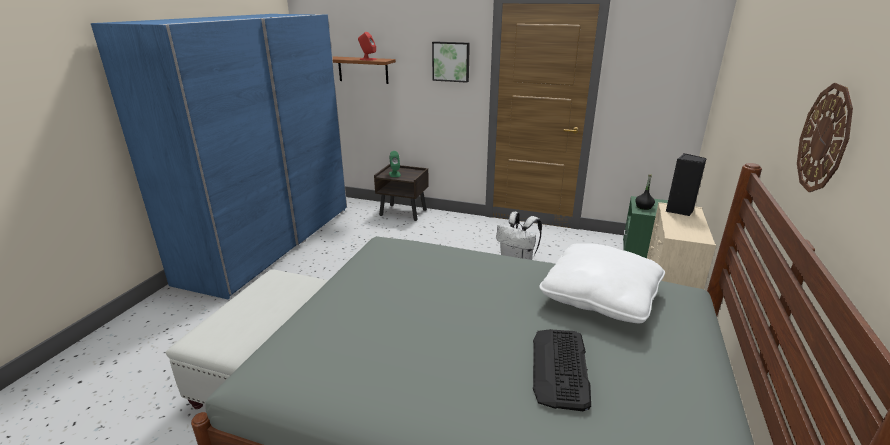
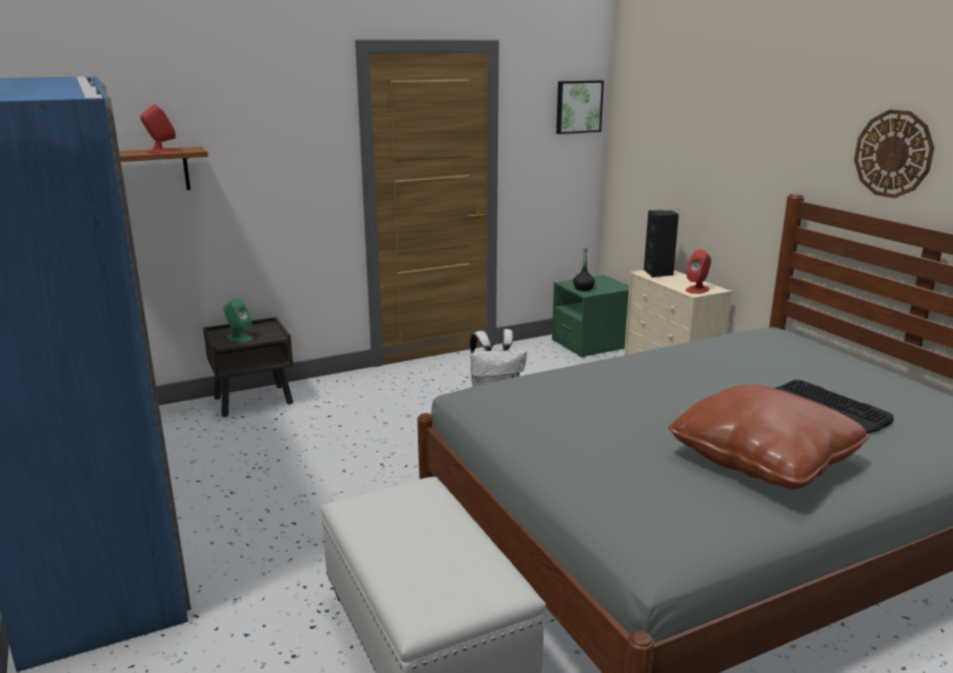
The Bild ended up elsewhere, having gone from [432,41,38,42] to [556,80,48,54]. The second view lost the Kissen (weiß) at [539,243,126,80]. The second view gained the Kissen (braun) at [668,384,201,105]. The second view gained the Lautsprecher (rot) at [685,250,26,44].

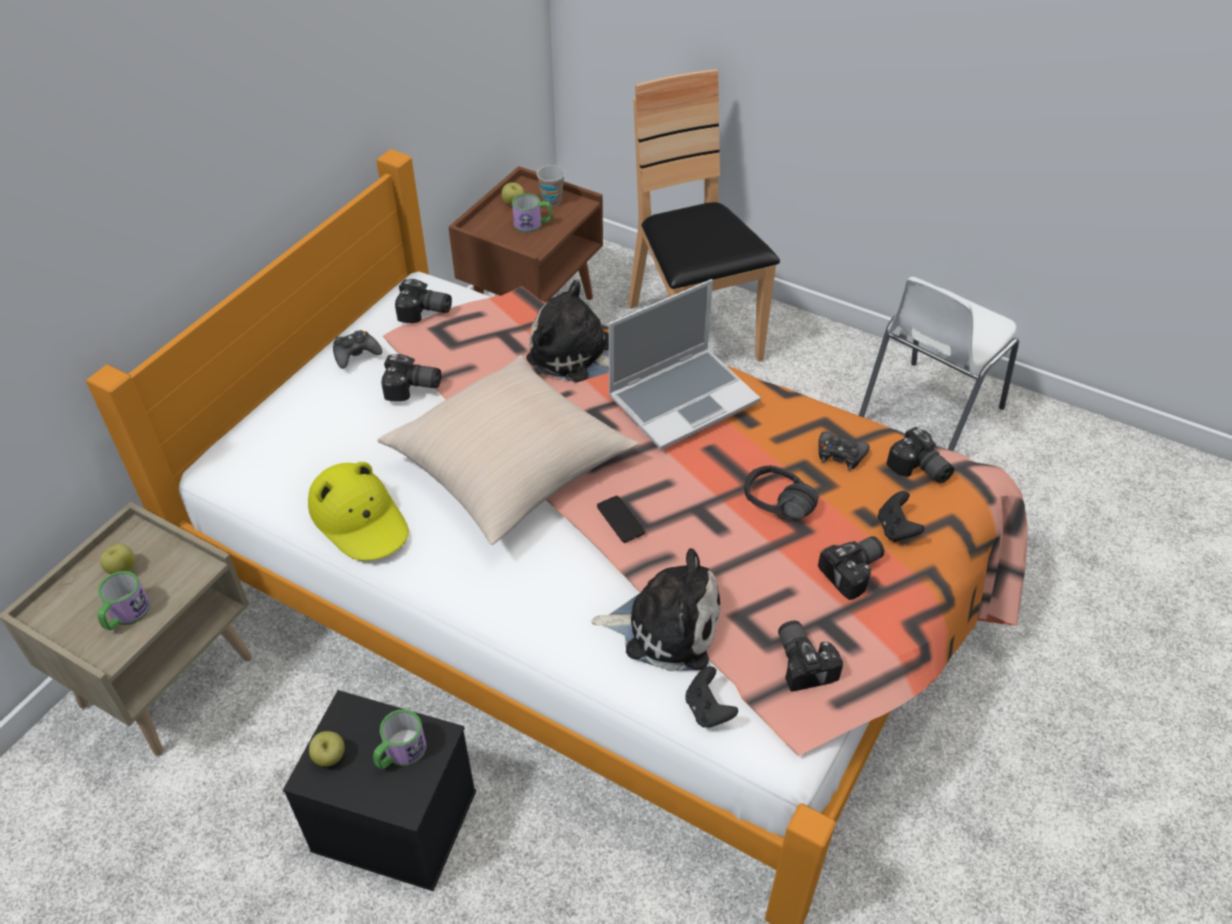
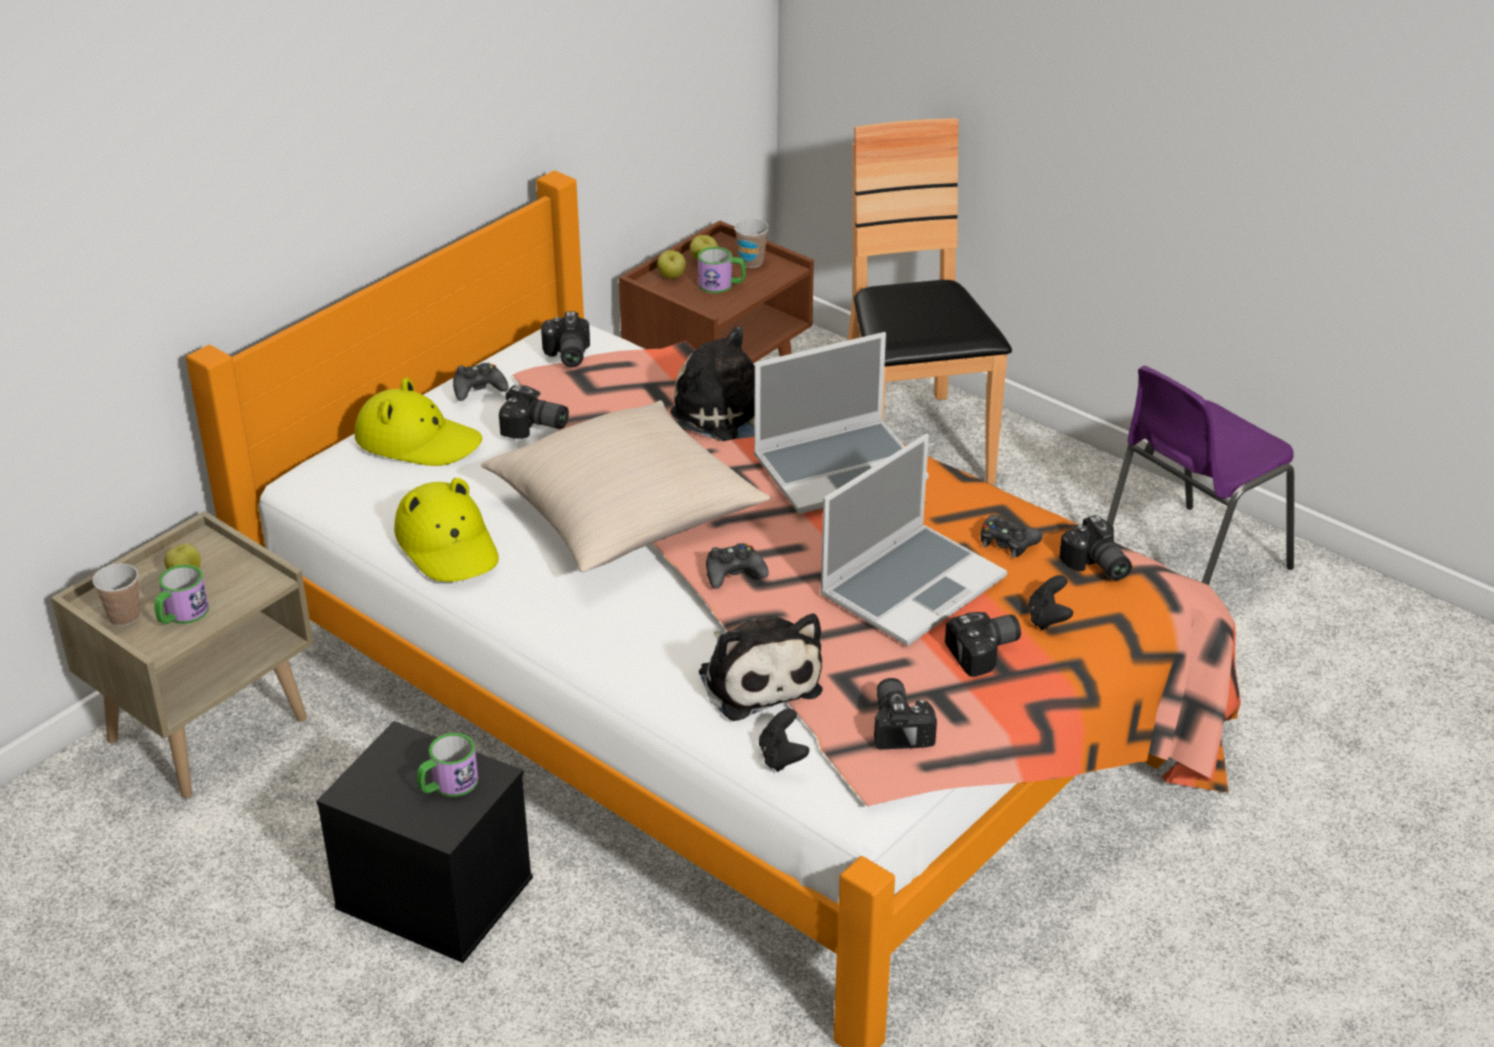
The Apfel ended up elsewhere, having gone from [309,731,36,36] to [657,250,29,29]. The Kamera at [395,279,57,44] ended up facing another way, 60 degrees clockwise from before. The Plüschtier at [591,548,130,123] ended up facing another way, 45 degrees clockwise from before. Where the Handy stood at [597,496,48,47], the Gamepad (schwarz) came to stand at [706,543,63,46]. Where the Kopfhörer (schwarz) stood at [744,465,75,54], the Laptop came to stand at [820,434,187,212]. What was the Stuhl (weiß) at [859,277,160,174] turned into the Stuhl (lila) at [1107,366,187,219]. The second view gained the Tasse at [93,563,47,63]. The second view gained the Hut (gelb) at [355,377,127,89].

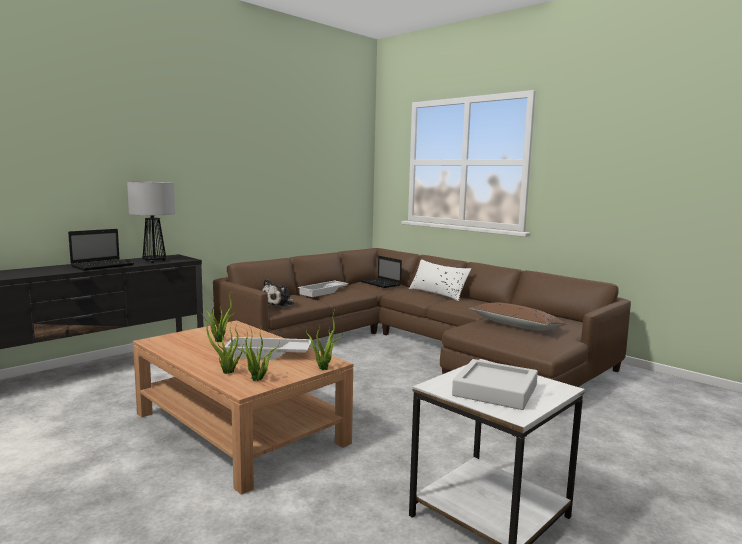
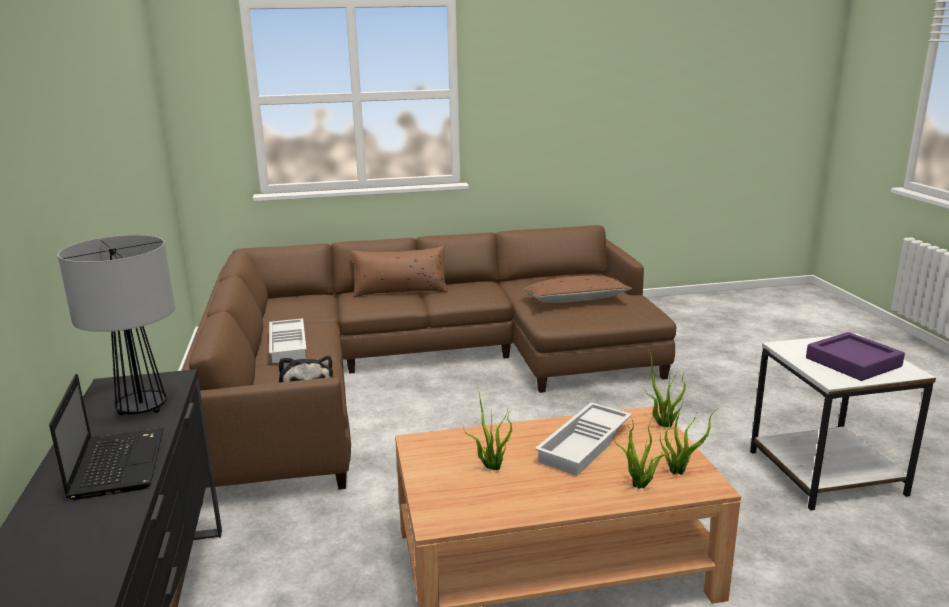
The second view lost the Laptop at [360,256,42,32]. What was the Kissen (weiß) at [409,259,62,42] turned into the Kissen (braun) at [351,246,97,51]. What was the Tablett (grau) at [452,359,86,51] turned into the Tablett (lila) at [806,332,99,49].

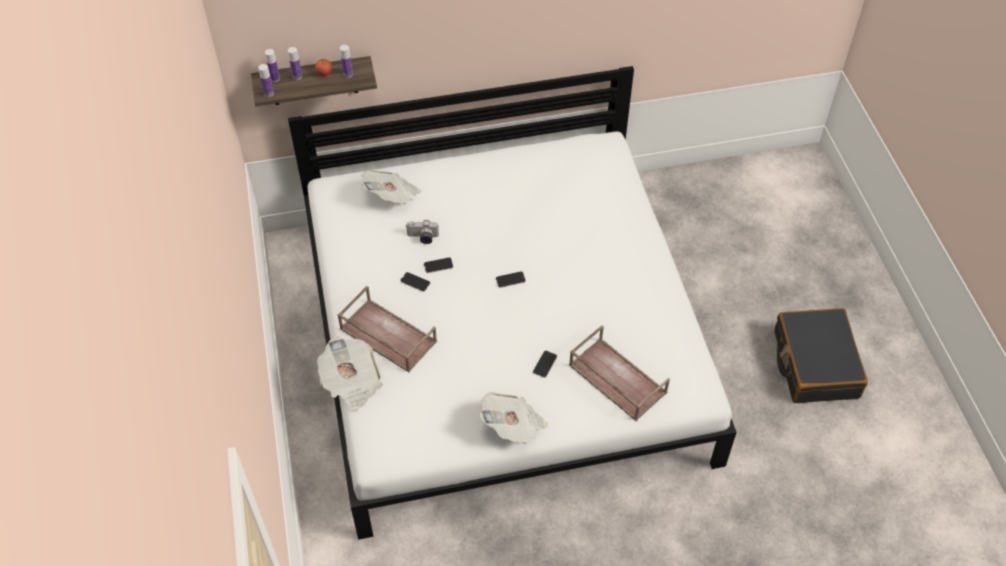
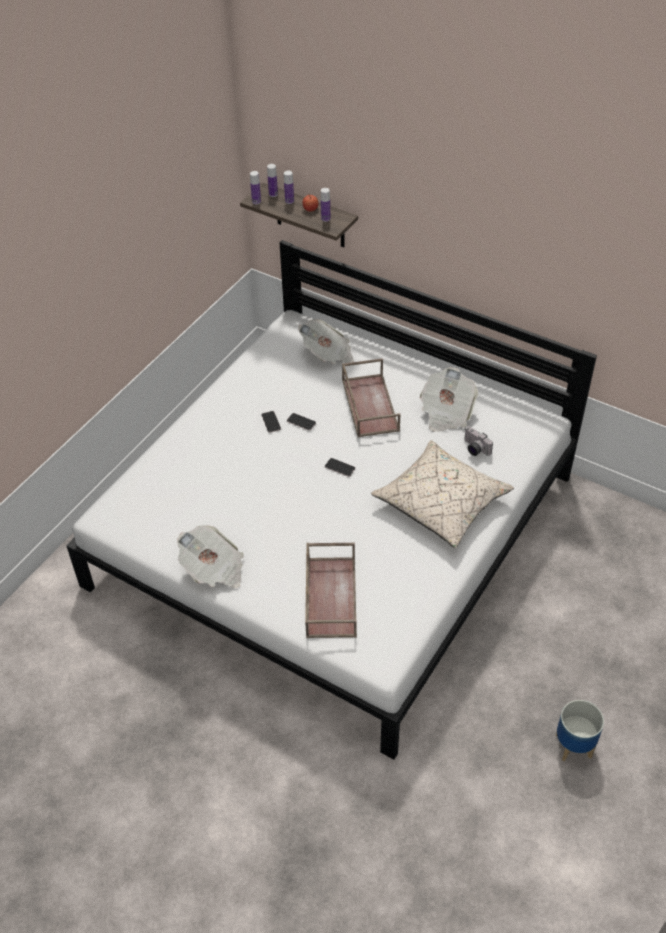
The Zeitung ended up elsewhere, having gone from [317,337,66,74] to [420,367,58,65]. The Tablett (braun) ended up elsewhere, having gone from [338,286,99,86] to [342,358,58,80]. The Kamera ended up elsewhere, having gone from [406,220,33,24] to [464,426,29,30]. The second view lost the Handy at [533,350,24,28]. Where the Koffer (schwarz) stood at [774,308,94,95], the Pflanzkübel came to stand at [556,700,48,61]. The second view gained the Kissen (beige) at [371,440,143,108].

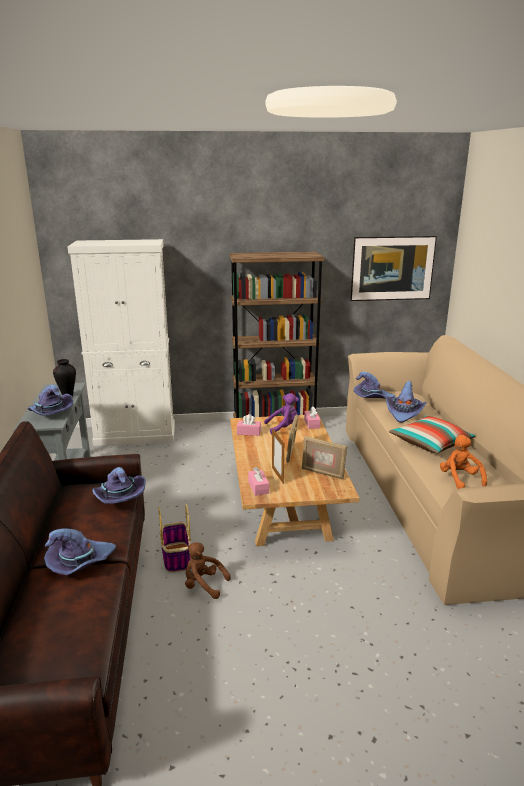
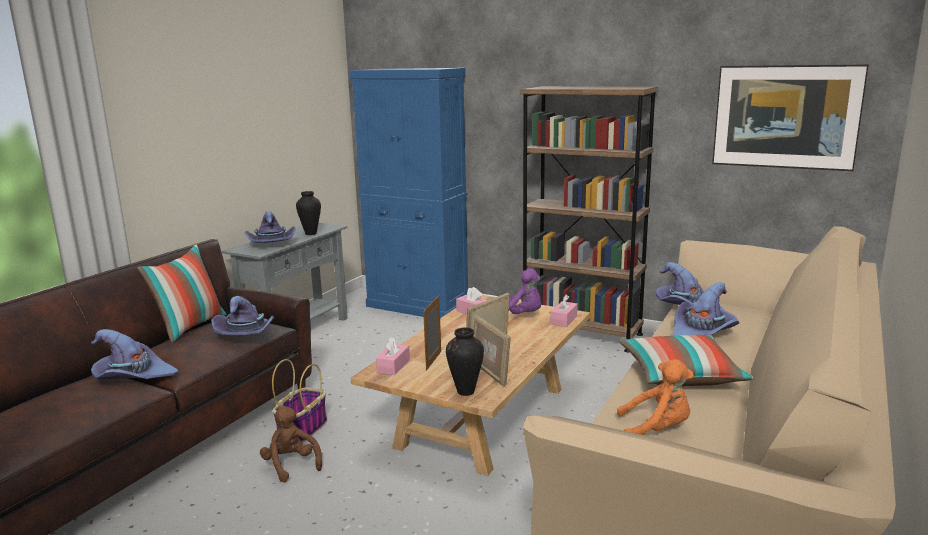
What was the Schrank (weiß) at [67,239,108,207] turned into the Schrank (blau) at [350,68,118,250]. The Plüschtier (orange) at [440,435,47,54] ended up facing another way, 75 degrees clockwise from before. The second view gained the Kissen at [137,245,89,98]. The second view gained the Vase at [446,328,38,68].

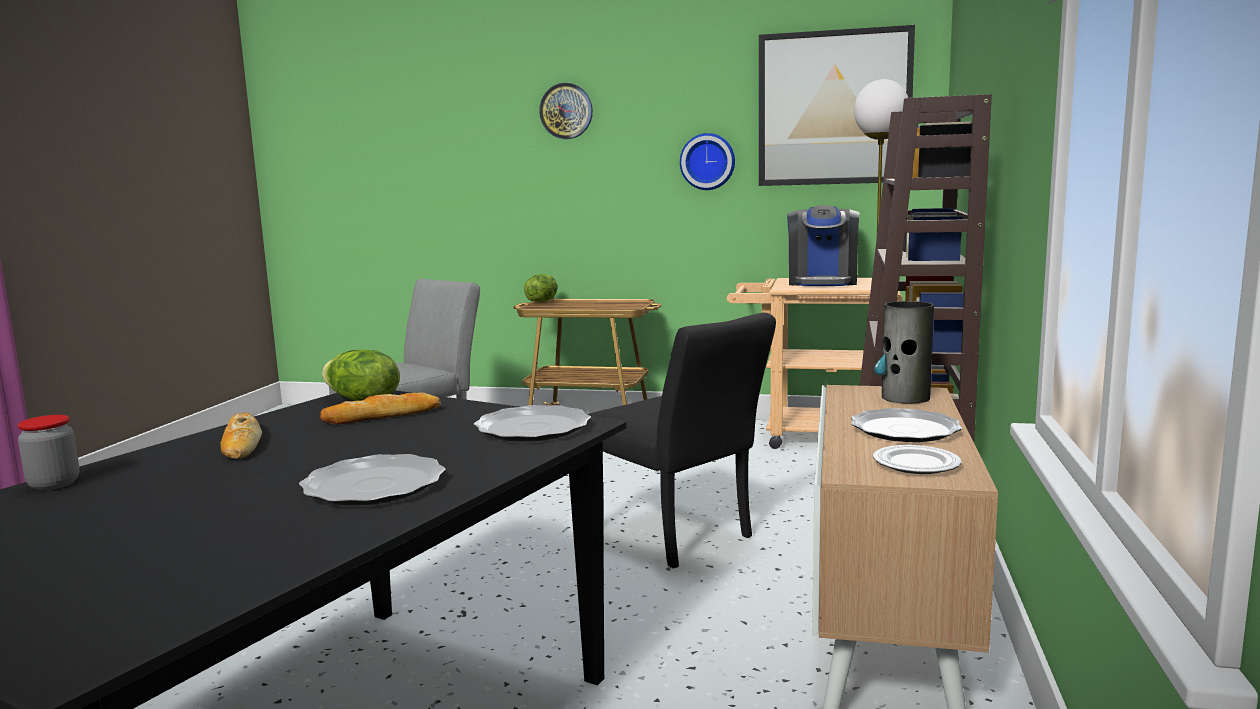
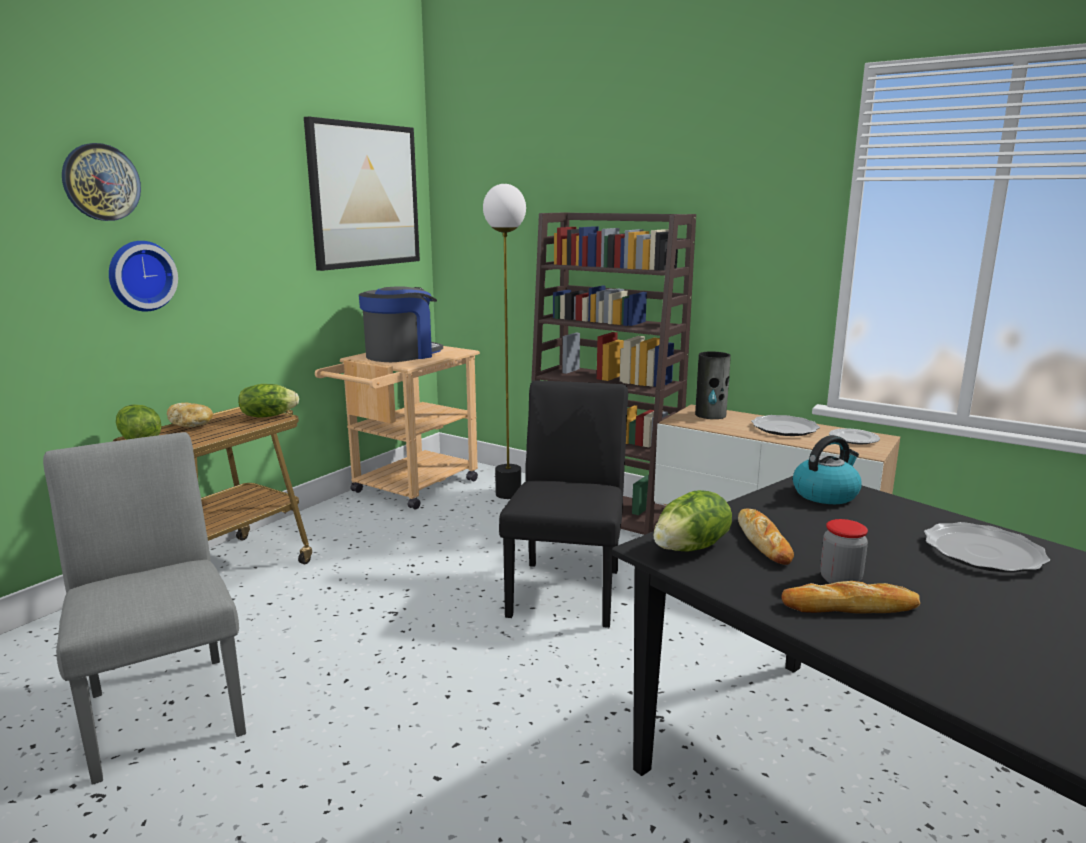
The Vorratsglas ended up elsewhere, having gone from [17,415,63,75] to [820,519,48,65]. Where the Teller stood at [474,405,117,37], the Wasserkessel came to stand at [793,435,69,69]. The Stuhl (schwarz) at [588,313,188,255] ended up facing another way, 60 degrees counterclockwise from before. The Wanduhr ended up elsewhere, having gone from [680,133,55,57] to [109,241,69,71]. The Kaffeemaschine at [787,205,73,81] ended up facing another way, 75 degrees counterclockwise from before. The second view gained the Brot at [167,403,46,24]. The second view gained the Salatkopf at [238,384,61,34].

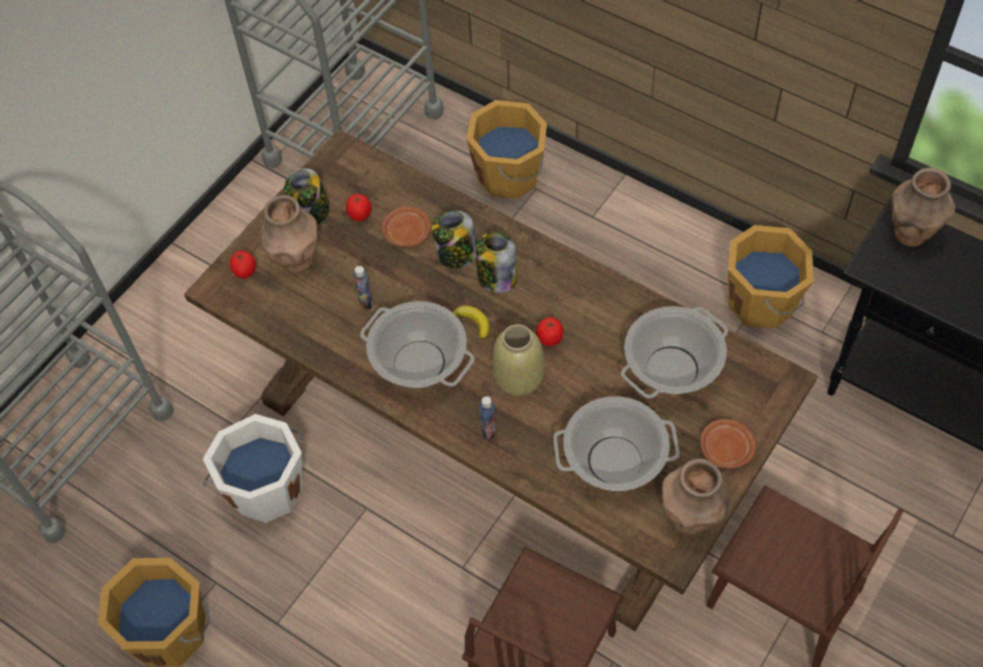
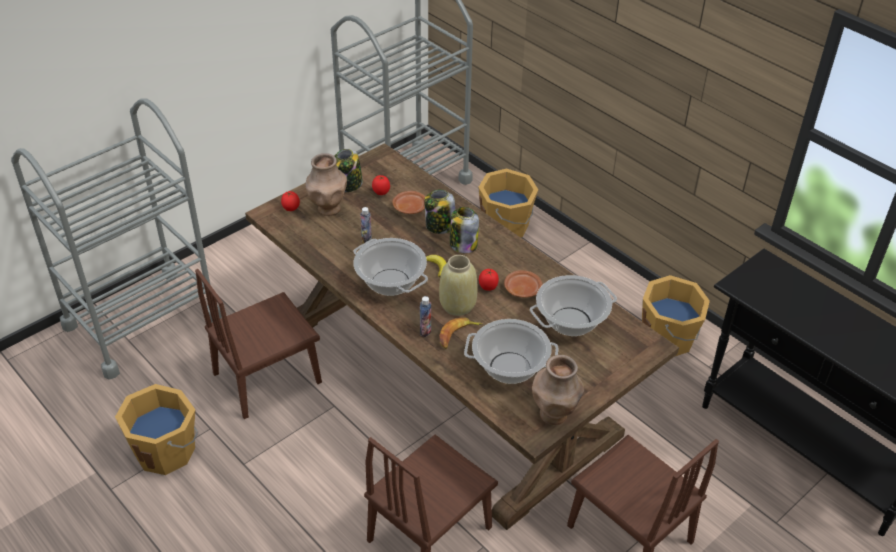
Where the Eimer (weiß) stood at [203,414,101,109], the Stuhl (braun) came to stand at [195,269,127,150]. The Teller (braun) ended up elsewhere, having gone from [700,419,56,49] to [504,270,38,27]. The second view lost the Vase (braun) at [891,168,64,79]. The second view gained the Banane at [439,318,44,31].

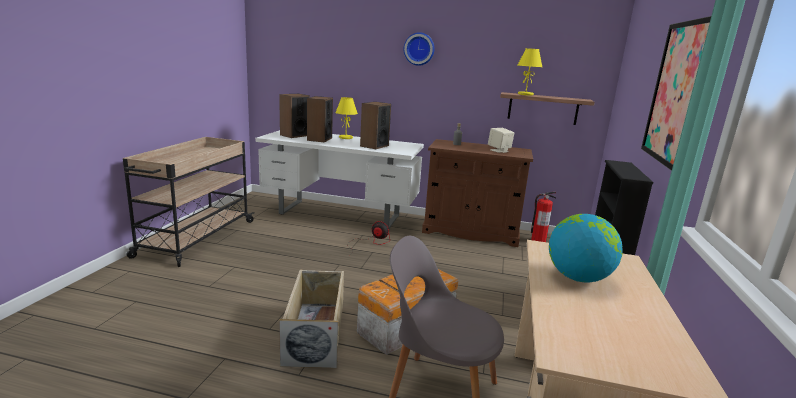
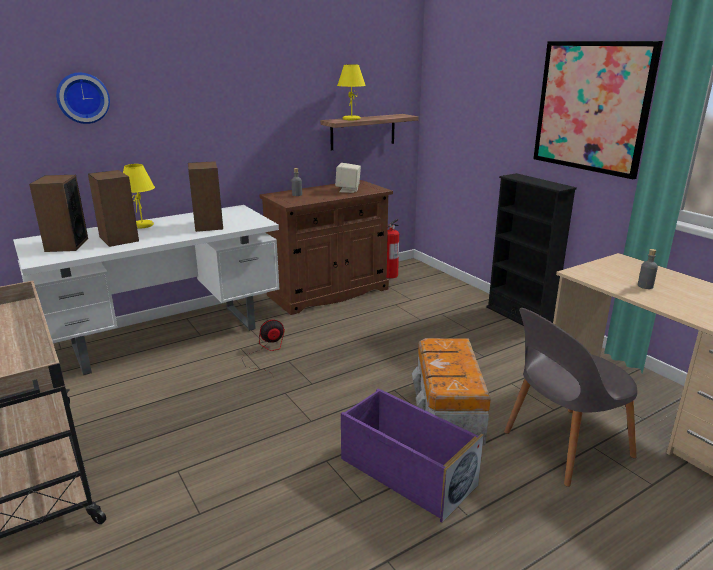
What was the Aufbewahrungsbox (beige) at [279,269,65,99] turned into the Aufbewahrungsbox (lila) at [341,388,143,135]. The Wanduhr ended up elsewhere, having gone from [404,32,30,34] to [56,73,54,51]. Where the Globus stood at [549,214,74,69], the Flasche (grau) came to stand at [638,249,20,40].

